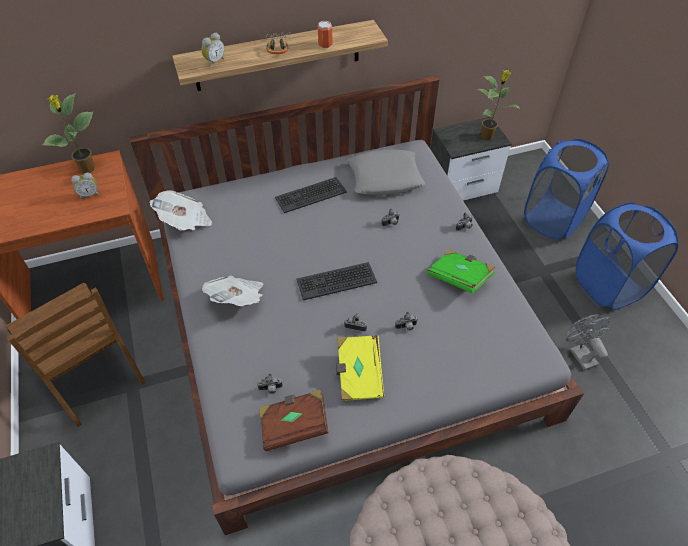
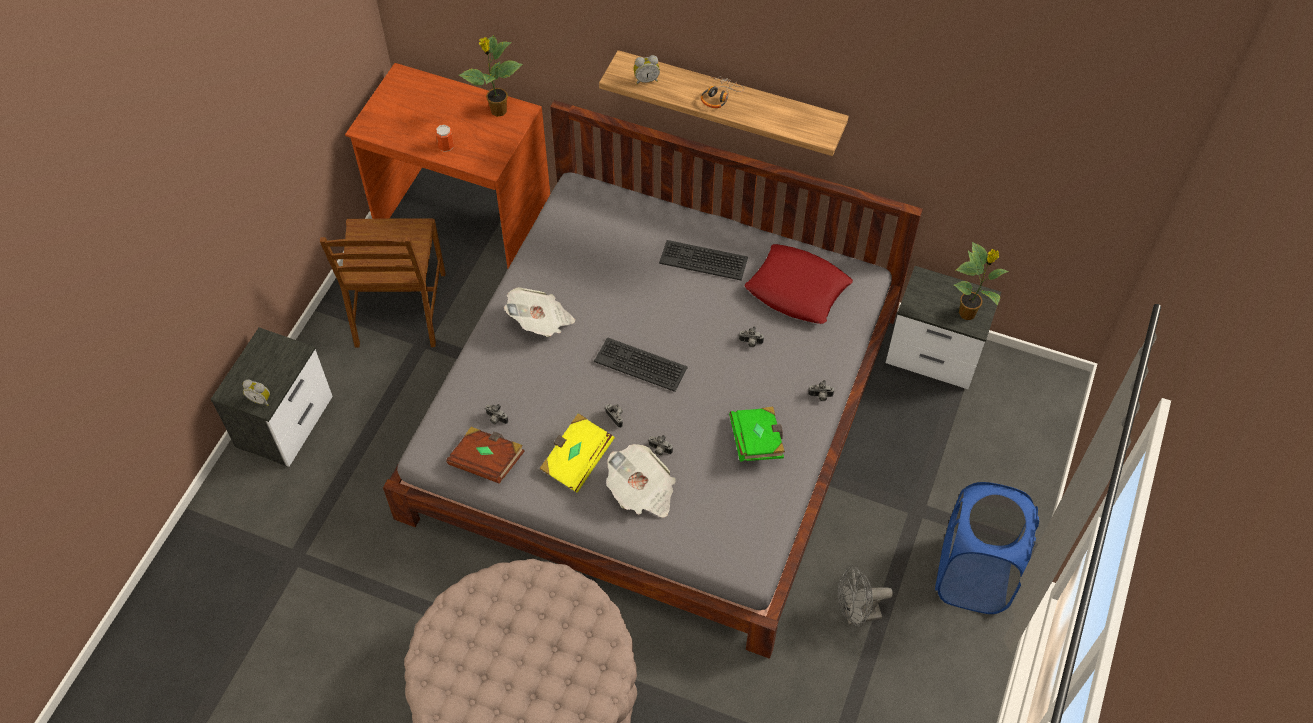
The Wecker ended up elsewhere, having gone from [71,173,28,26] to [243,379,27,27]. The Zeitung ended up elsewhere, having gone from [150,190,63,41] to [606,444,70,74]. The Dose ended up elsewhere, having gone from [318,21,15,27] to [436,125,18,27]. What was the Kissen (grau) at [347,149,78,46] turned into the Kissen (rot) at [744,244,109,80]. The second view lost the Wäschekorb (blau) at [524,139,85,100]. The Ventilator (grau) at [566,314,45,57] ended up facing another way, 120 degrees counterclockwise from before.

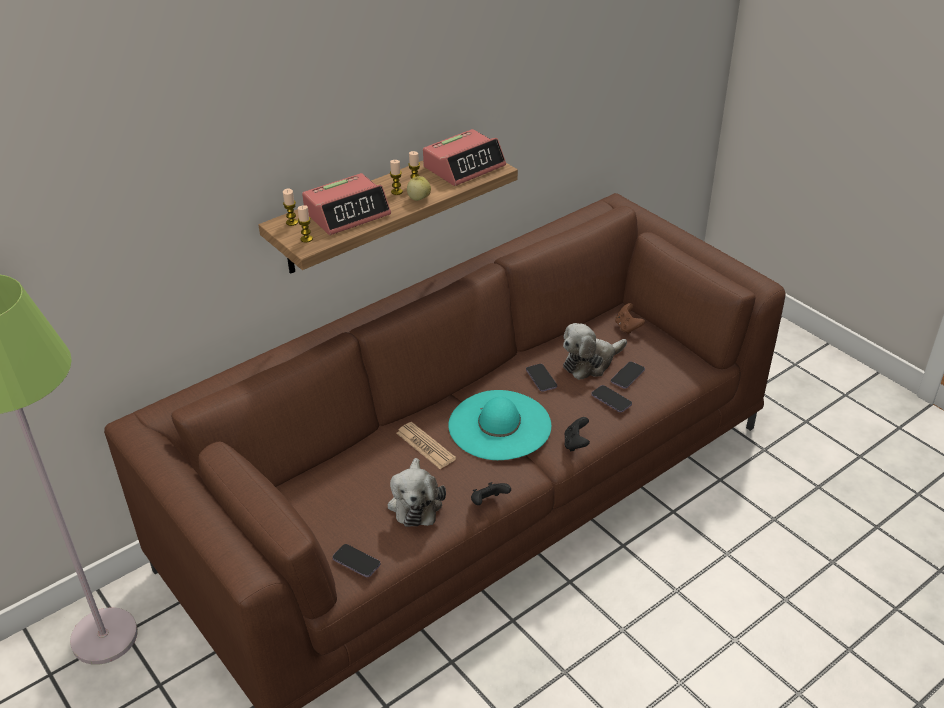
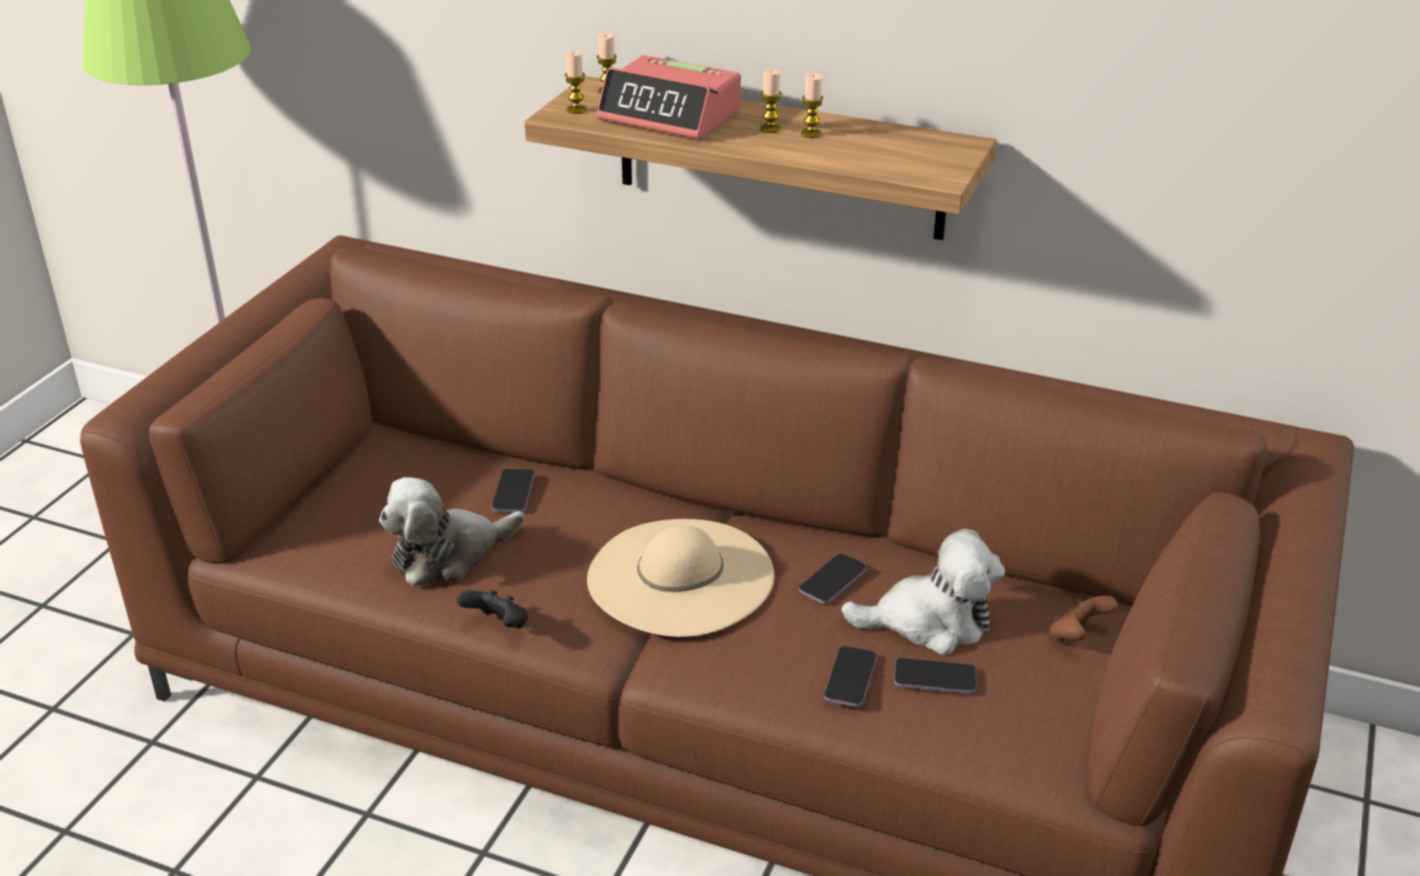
The Handy ended up elsewhere, having gone from [332,544,48,33] to [492,469,42,43]. The second view lost the Zeitung at [396,422,60,47]. The second view lost the Apfel at [407,176,24,25]. The second view lost the Wecker at [423,129,83,57]. What was the Hut (türkis) at [448,390,103,70] turned into the Hut (beige) at [587,519,187,118]. The Plüschtier at [563,323,64,57] ended up facing another way, 150 degrees clockwise from before. The second view lost the Gamepad (schwarz) at [564,417,26,34].

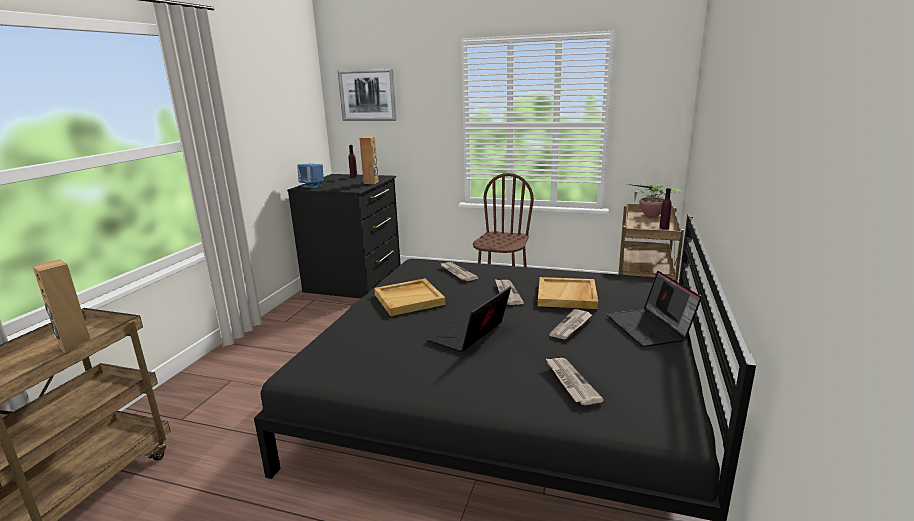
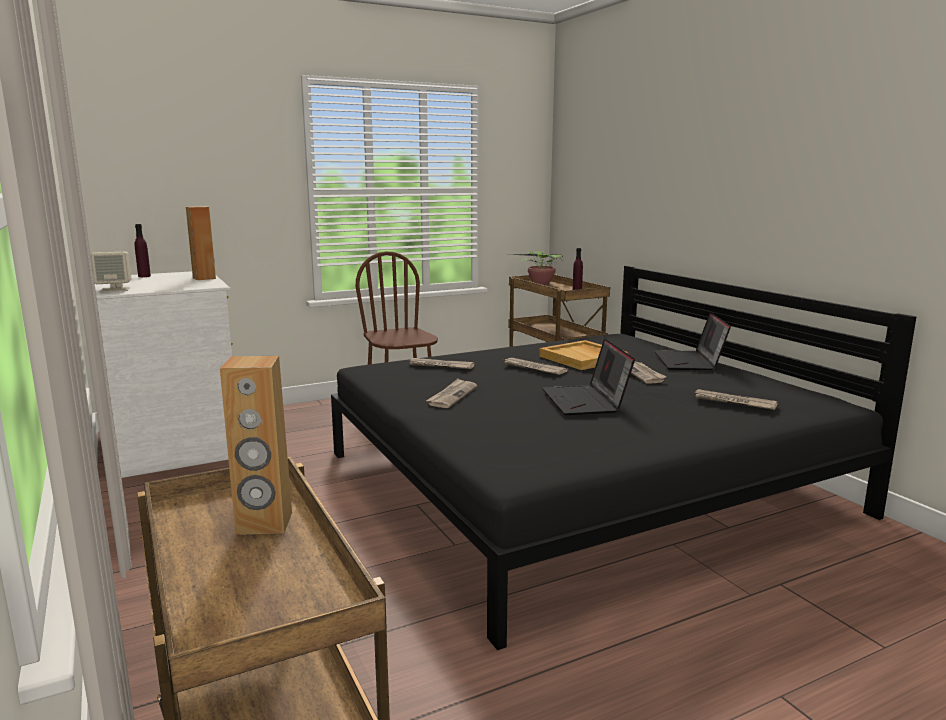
What was the Kommode (schwarz) at [287,174,114,125] turned into the Kommode (weiß) at [95,271,138,207]. What was the Lautsprecher (blau) at [297,164,27,24] turned into the Lautsprecher (beige) at [91,252,40,40]. The second view lost the Bild at [338,68,59,53]. Where the Tablett (beige) stood at [374,279,72,37], the Zeitung came to stand at [426,378,51,30]. The Laptop at [606,271,96,76] ended up facing another way, 60 degrees clockwise from before.

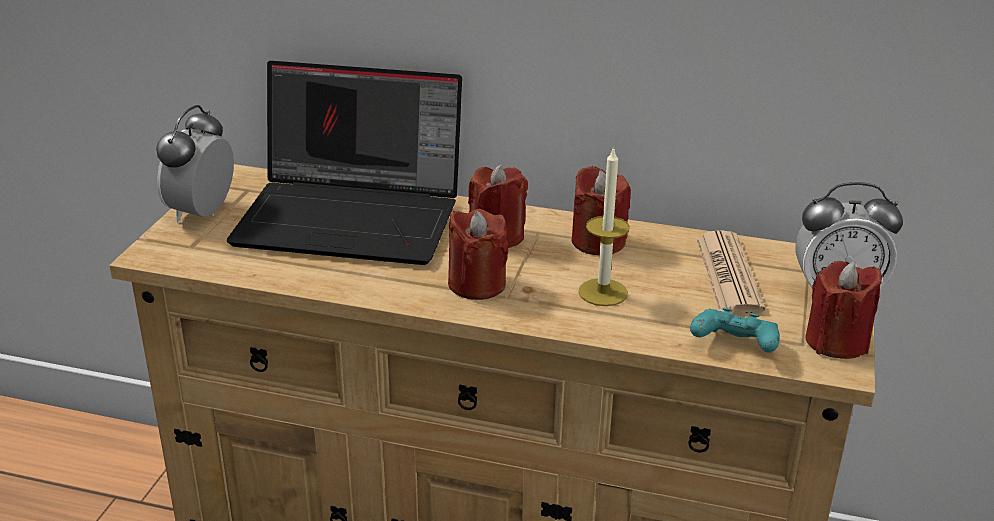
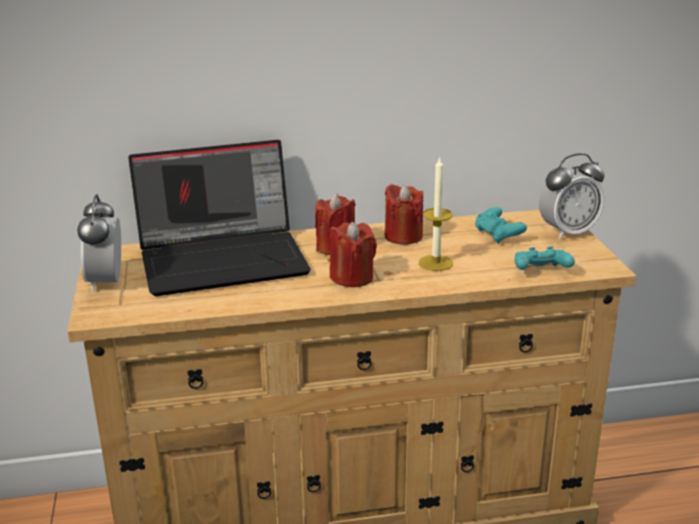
Where the Zeitung stood at [696,230,69,84], the Gamepad (türkis) came to stand at [475,207,52,37]. The second view lost the Kerze (rot) at [805,261,77,98].

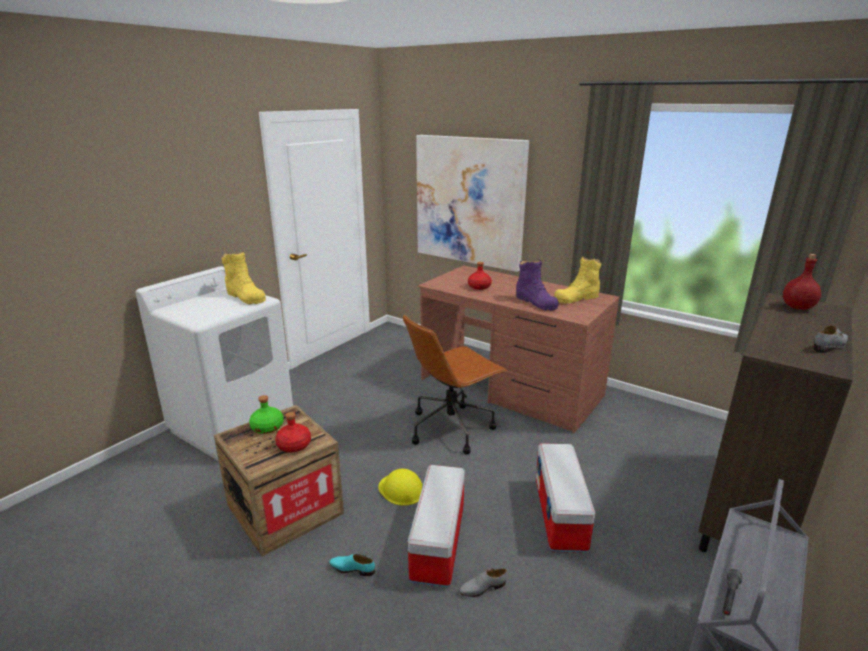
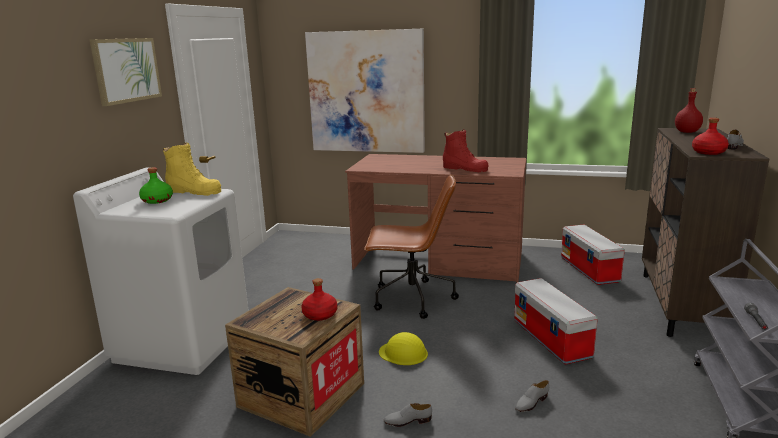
The Flasche (grün) ended up elsewhere, having gone from [249,395,35,39] to [139,167,34,37]. What was the Schuh (türkis) at [329,554,46,22] turned into the Schuh (grau) at [384,403,48,24]. The Bürostuhl (braun) at [403,314,104,141] ended up facing another way, 120 degrees counterclockwise from before. The Aufbewahrungsbox ended up elsewhere, having gone from [408,465,57,123] to [561,225,64,60]. The Flasche (rot) ended up elsewhere, having gone from [468,262,24,28] to [692,118,37,37]. What was the Stiefel (lila) at [516,259,43,51] turned into the Stiefel (rot) at [443,129,46,43]. The second view lost the Stiefel (gelb) at [554,257,47,47]. The second view gained the Bild at [90,38,72,68].

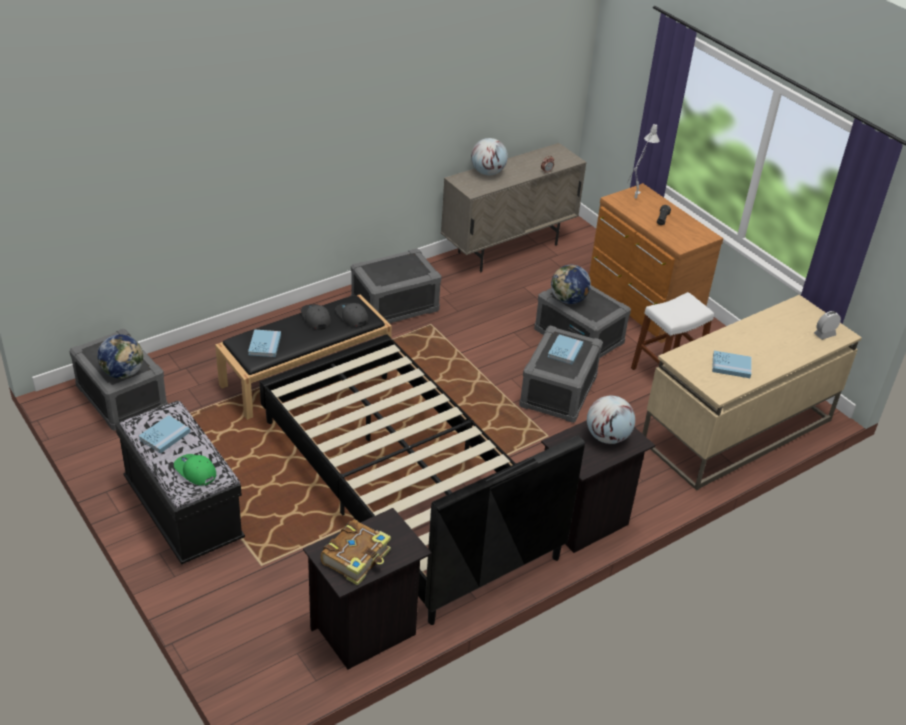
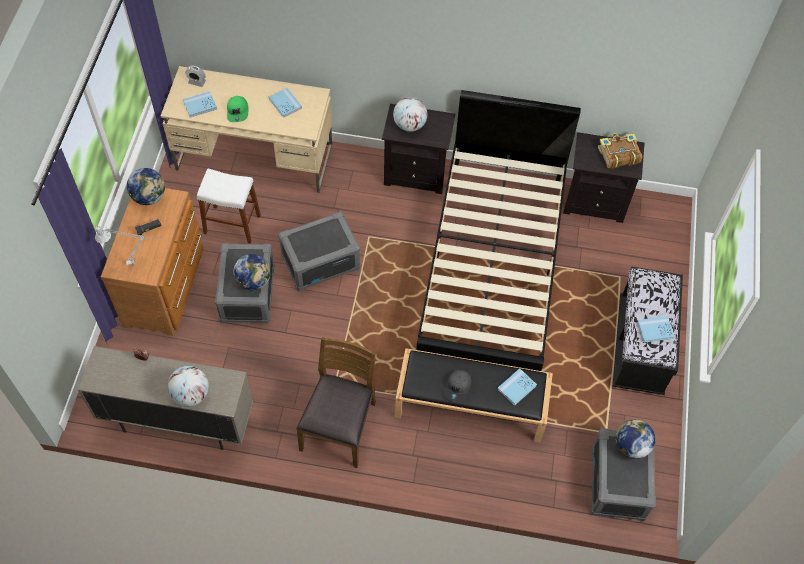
The Kappe (grün) ended up elsewhere, having gone from [174,454,42,32] to [227,96,21,26]. The second view lost the Kappe (grau) at [335,303,33,24]. Where the Aufbewahrungsbox (grau) stood at [351,248,90,75], the Stuhl (braun) came to stand at [296,337,80,131]. The Buch (blau) ended up elsewhere, having gone from [548,334,35,31] to [183,91,34,26]. The second view gained the Globus at [127,168,38,37].

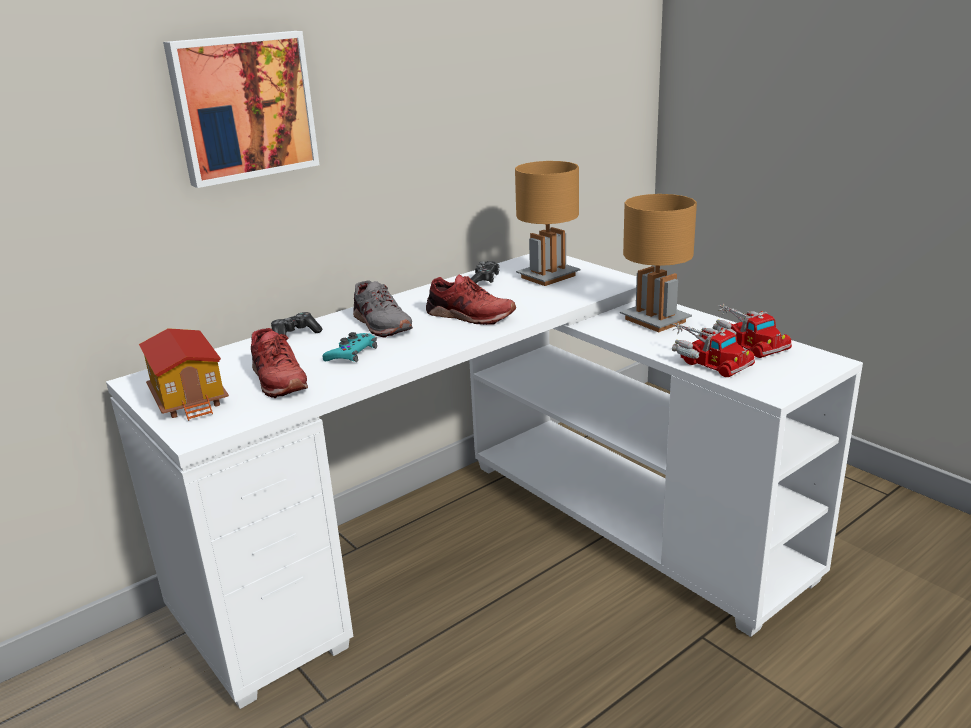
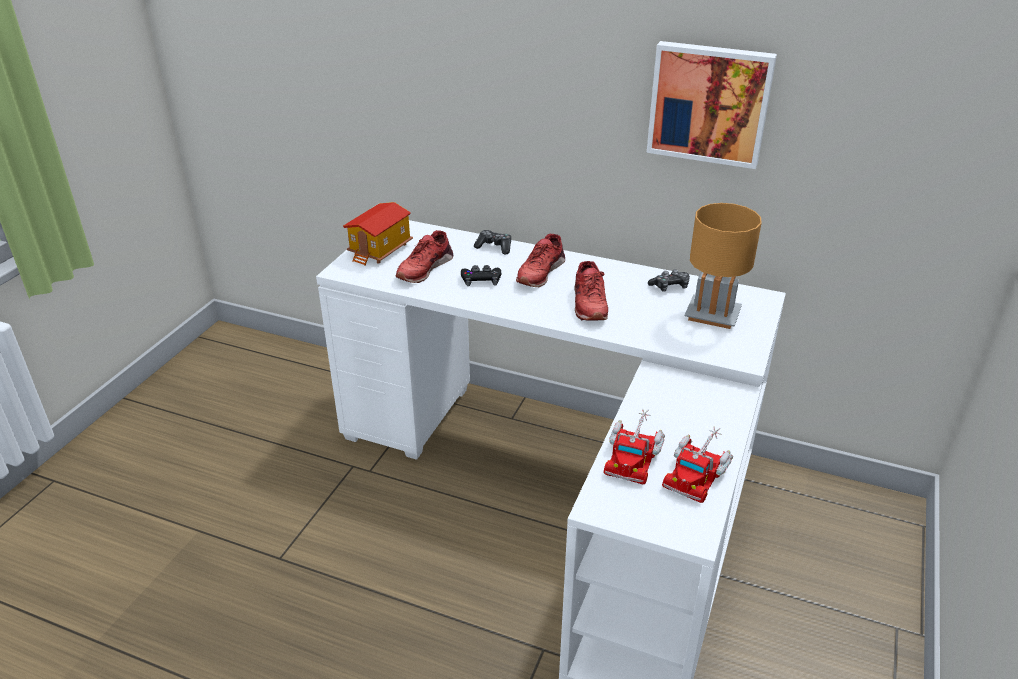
The Bild ended up elsewhere, having gone from [163,31,156,157] to [647,41,130,128]. What was the Gamepad (türkis) at [323,332,54,30] turned into the Gamepad (schwarz) at [461,265,40,21]. What was the Schuh (grau) at [353,280,60,58] turned into the Schuh (rot) at [516,234,49,53]. The second view lost the Tischlampe (braun) at [620,194,77,138].

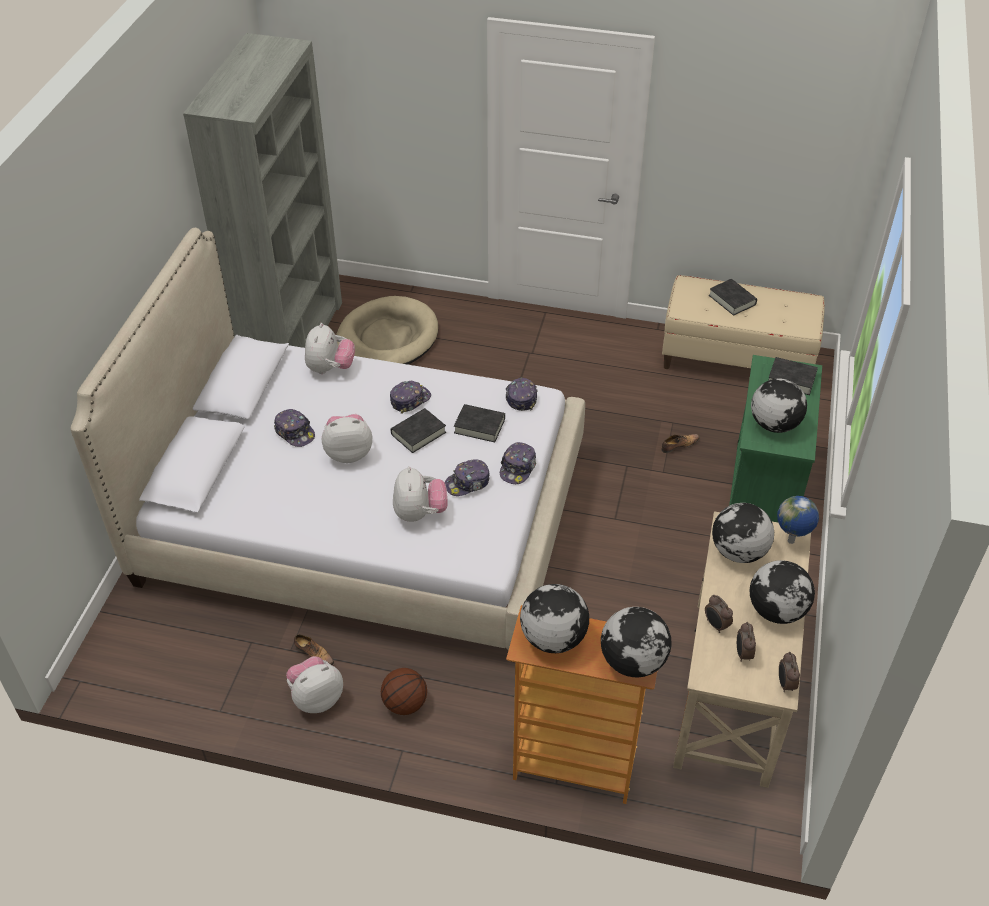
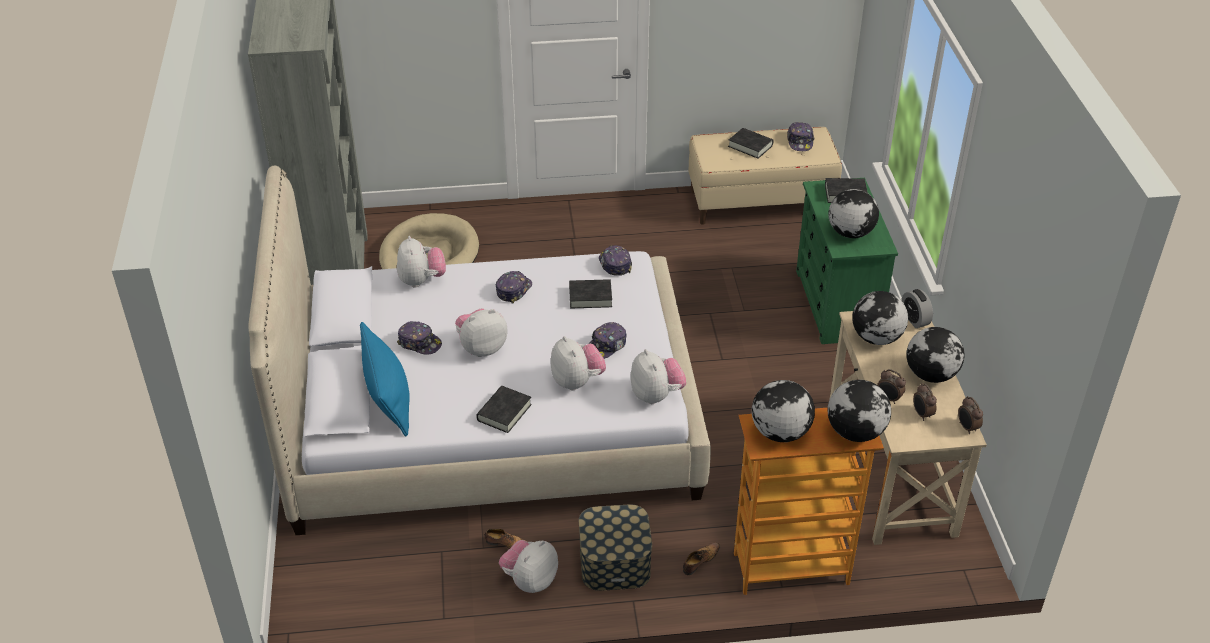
Where the Basketball stood at [381,668,46,47], the Aufbewahrungsbox came to stand at [579,504,73,87]. The Buch (schwarz) ended up elsewhere, having gone from [391,408,55,45] to [476,386,56,47]. The Kappe ended up elsewhere, having gone from [500,442,36,42] to [787,122,28,29]. The Schuh ended up elsewhere, having gone from [661,434,39,19] to [683,543,37,32]. Where the Globus stood at [777,496,42,48], the Wecker came to stand at [901,289,32,39]. The second view gained the Kissen (blau) at [360,322,50,114]. The second view gained the Plüschtier at [631,349,55,55].

